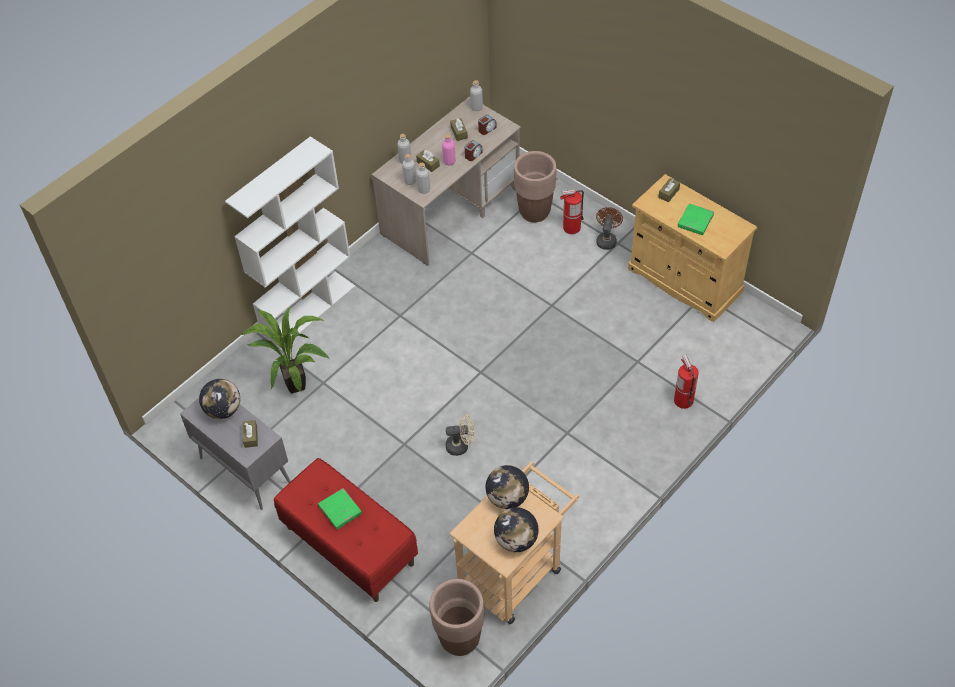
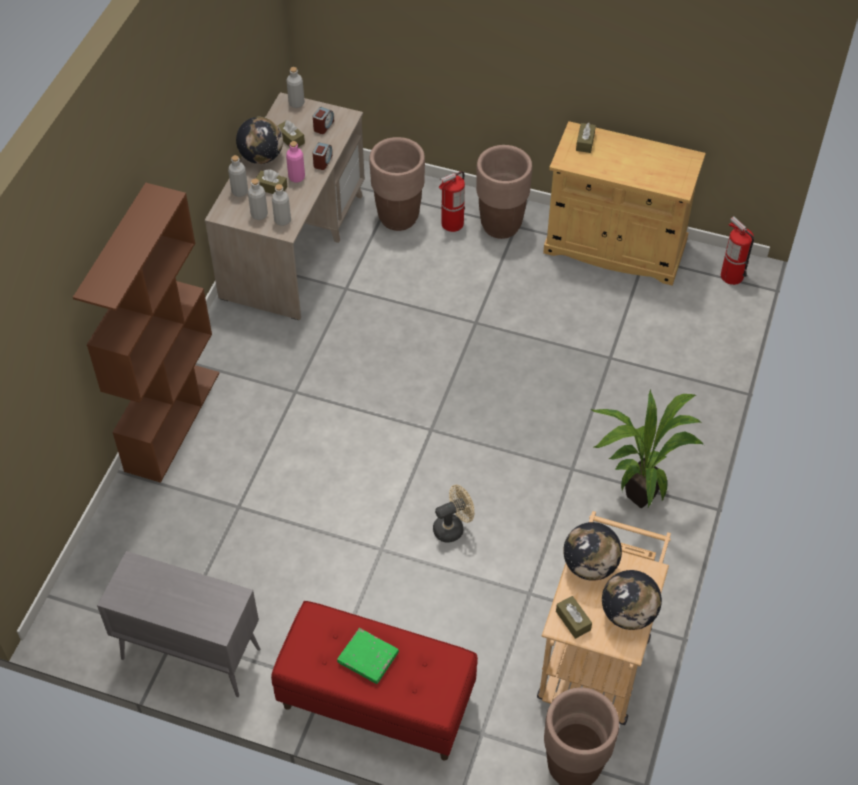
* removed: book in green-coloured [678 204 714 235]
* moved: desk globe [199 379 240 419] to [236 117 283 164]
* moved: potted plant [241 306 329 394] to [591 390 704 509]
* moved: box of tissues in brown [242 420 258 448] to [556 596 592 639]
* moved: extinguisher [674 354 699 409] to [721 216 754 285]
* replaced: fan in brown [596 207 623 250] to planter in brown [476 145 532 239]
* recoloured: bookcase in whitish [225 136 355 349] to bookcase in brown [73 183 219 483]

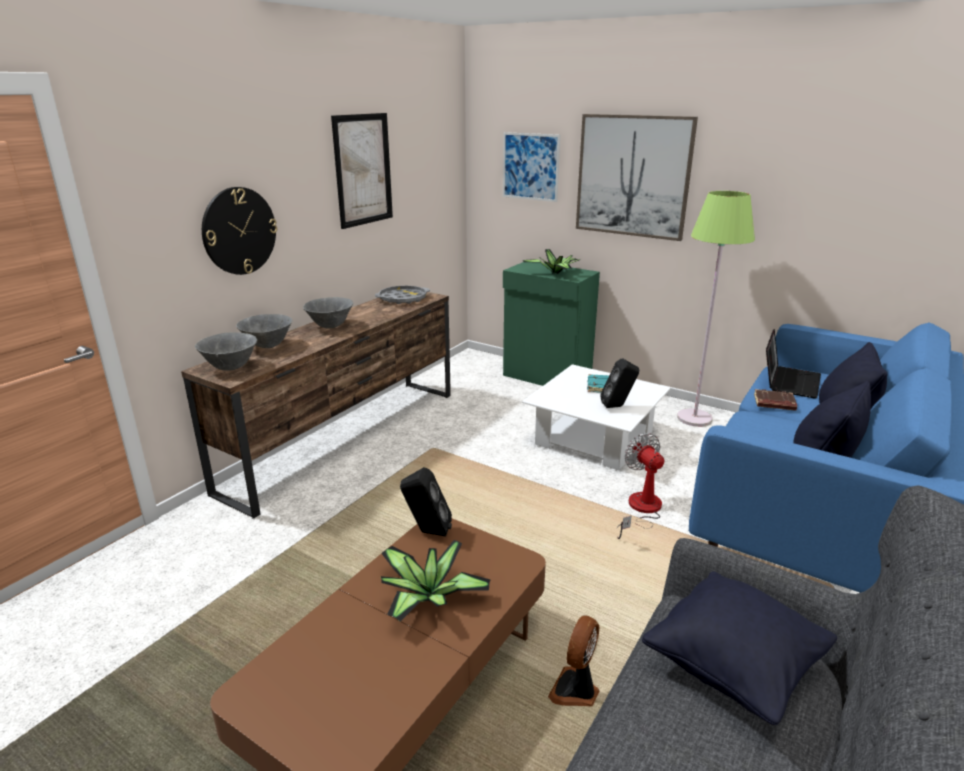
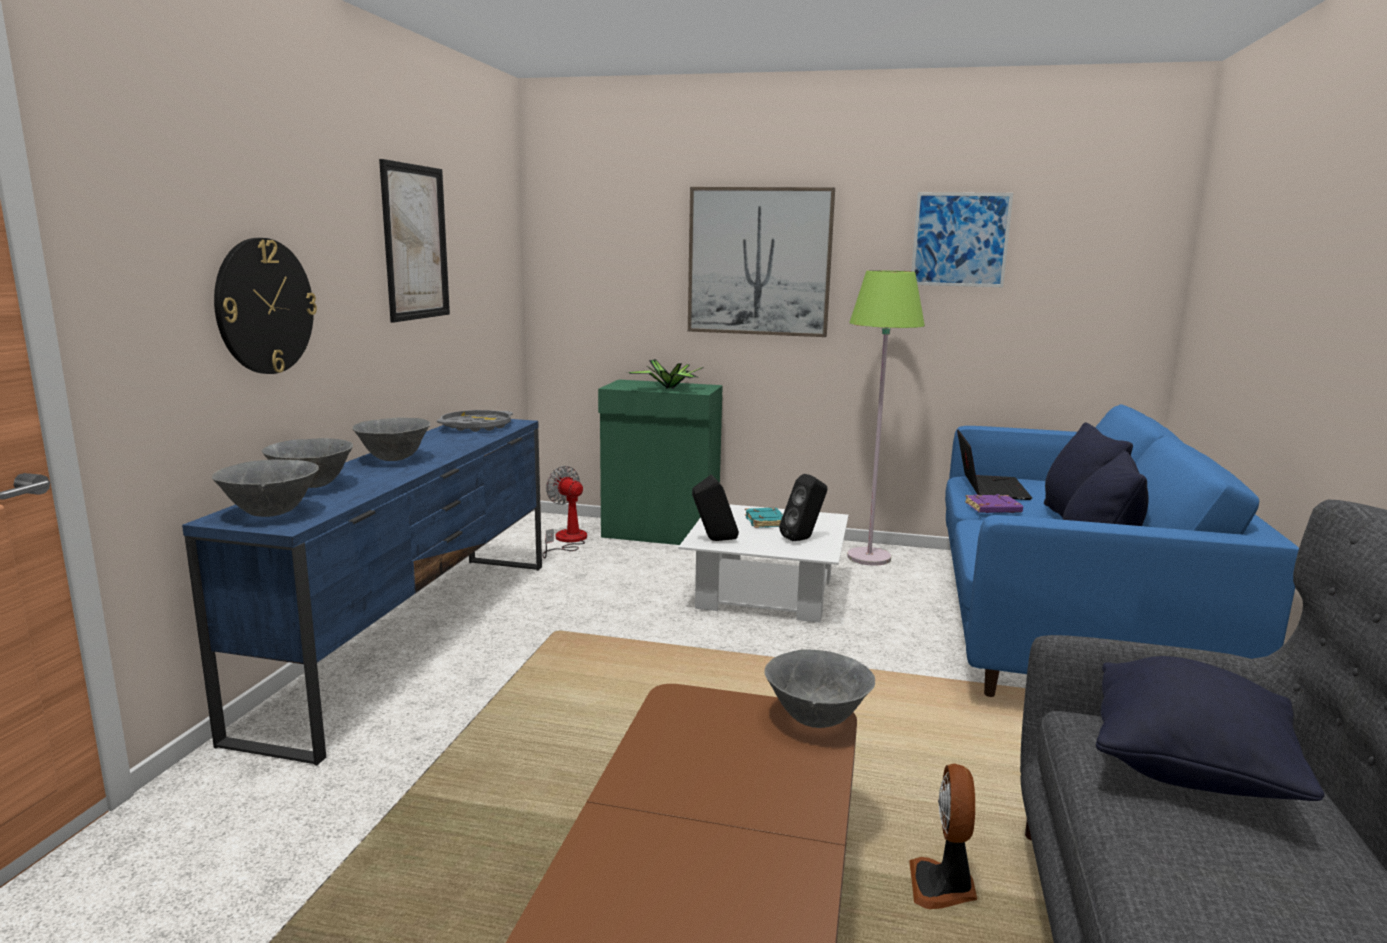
* removed: potted plant [381 540 490 621]
* added: bowl in gray [764 650 875 728]
* moved: speaker in black-coloured [400 467 452 537] to [692 475 739 541]
* moved: picture [503 132 560 202] to [912 192 1013 287]
* moved: fan [617 433 664 539] to [542 466 587 559]
* recoloured: tv stand in brown [181 292 451 519] to tv stand in blue-coloured [182 419 542 766]
* recoloured: book in brown [754 389 797 411] to book in purple-coloured [965 494 1023 513]

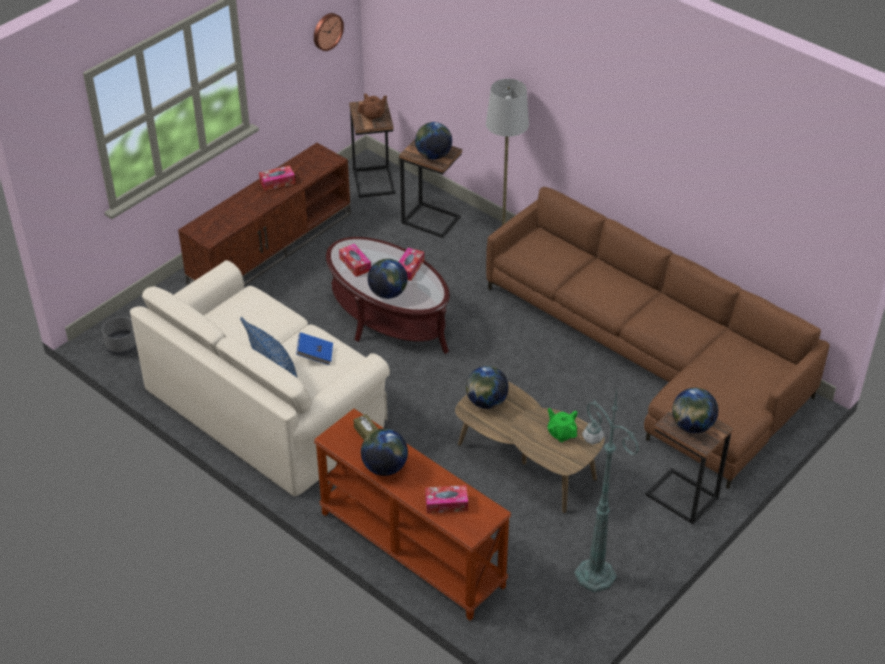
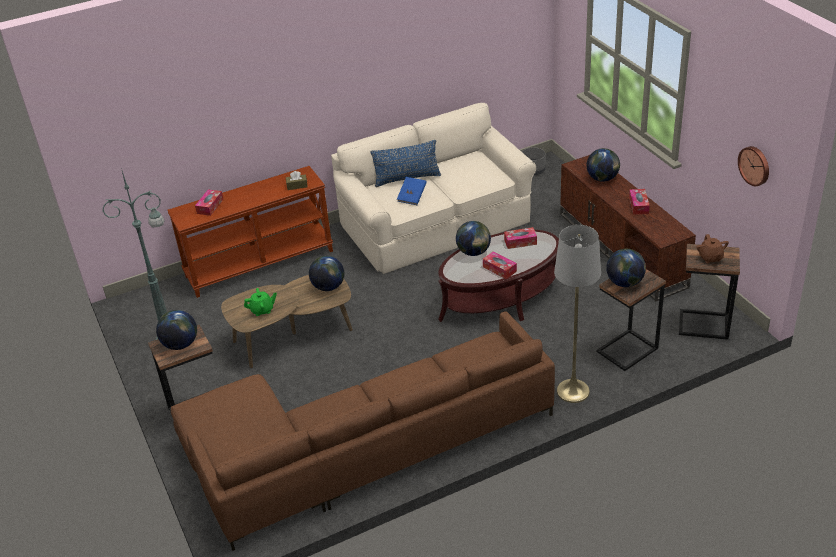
* moved: desk globe [361 429 408 476] to [587 148 620 182]

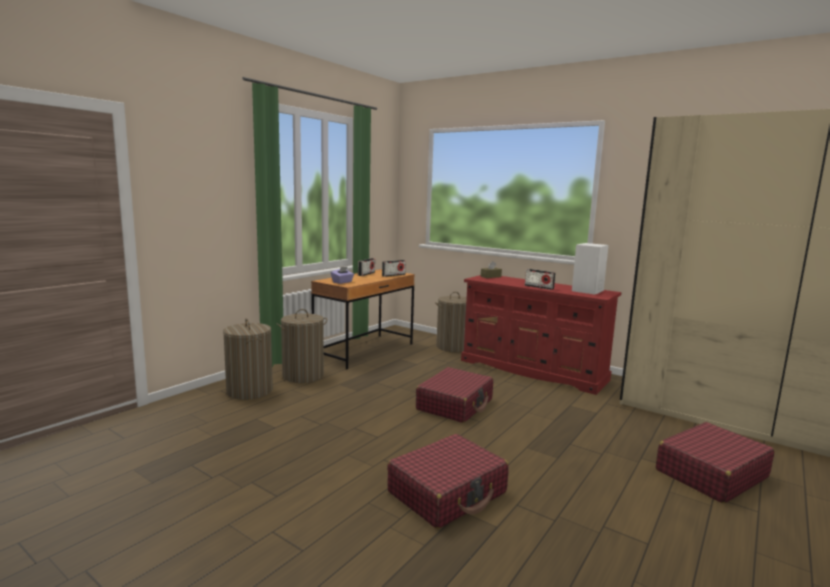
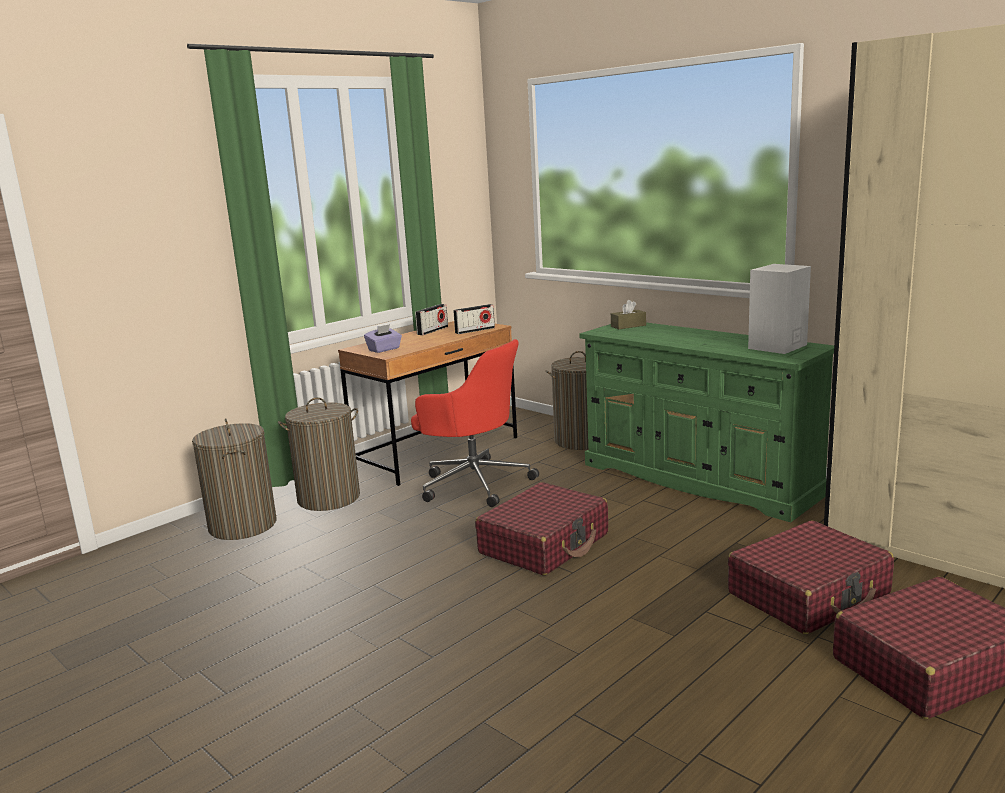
* removed: radio [525 269 555 290]
* added: office chair in reddish [411 339 539 507]
* moved: travel case in reddish [387 434 509 529] to [728 521 894 634]
* recoloured: drawer chest in reddish [461 275 621 395] to drawer chest in green-coloured [579 323 834 522]

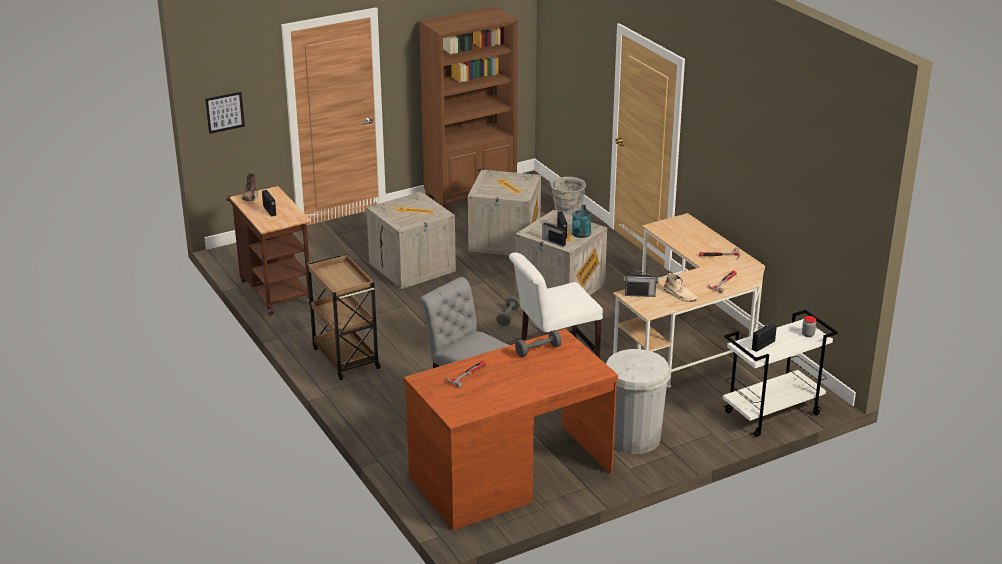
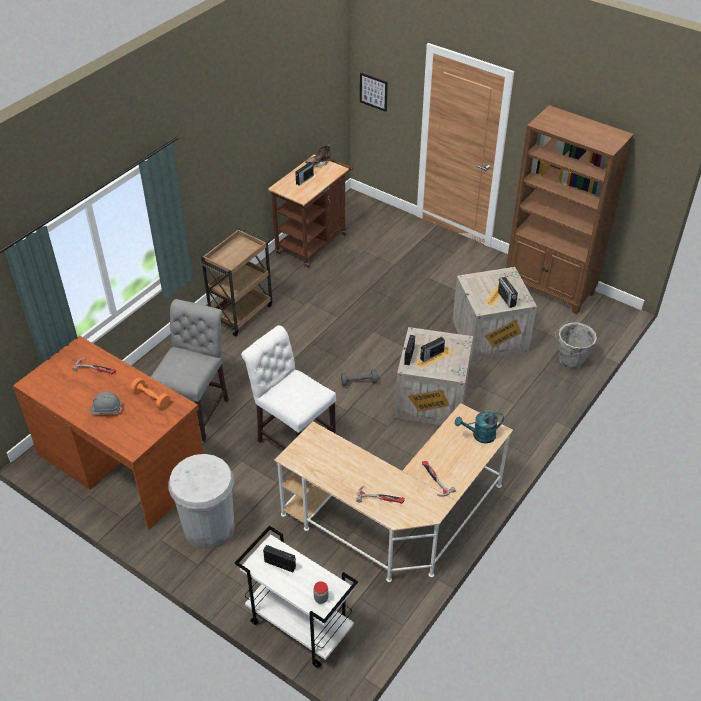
* removed: packing crate [366 192 456 289]
* removed: high-top boot in beige-coloured [664 273 697 302]
* added: work helmet in gray [90 391 123 415]
* moved: sprinkling can in blue-green [572 205 591 238] to [455 411 504 443]
* moved: radio [624 268 659 297] to [498 273 518 308]
* recoloured: dumbbell in gray [515 330 562 357] to dumbbell in orangey [131 378 170 409]

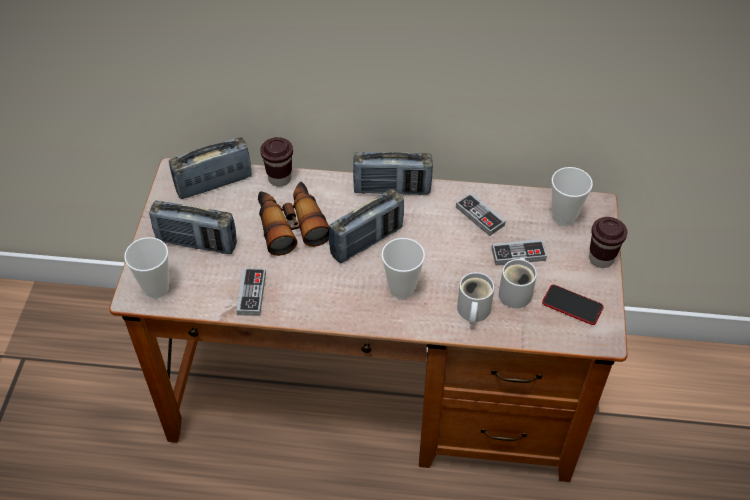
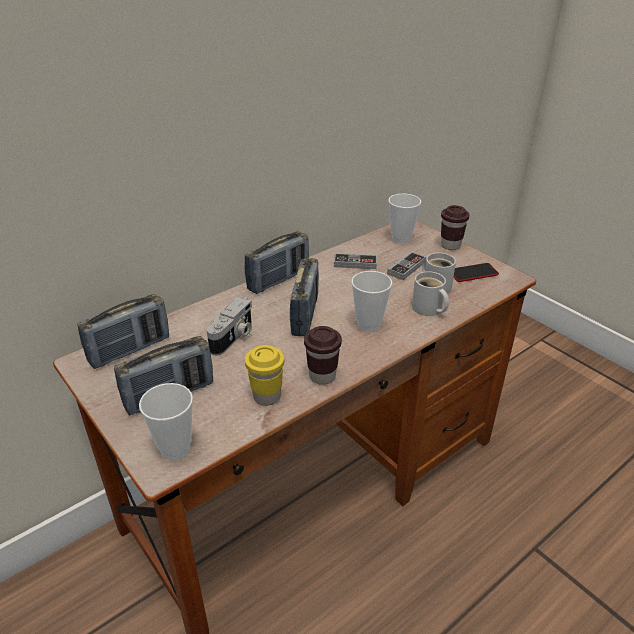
* moved: small cup in brown [260 137 293 186] to [304 326 342 385]
* replaced: game controller [236 268 266 316] to small cup in yellowish [245 345 284 406]
* replaced: pair of binoculars [258 182 329 256] to photo camera [207 296 252 356]
* turned: radio [169 137 252 199] = [77 294 169 369] 150 degrees counterclockwise

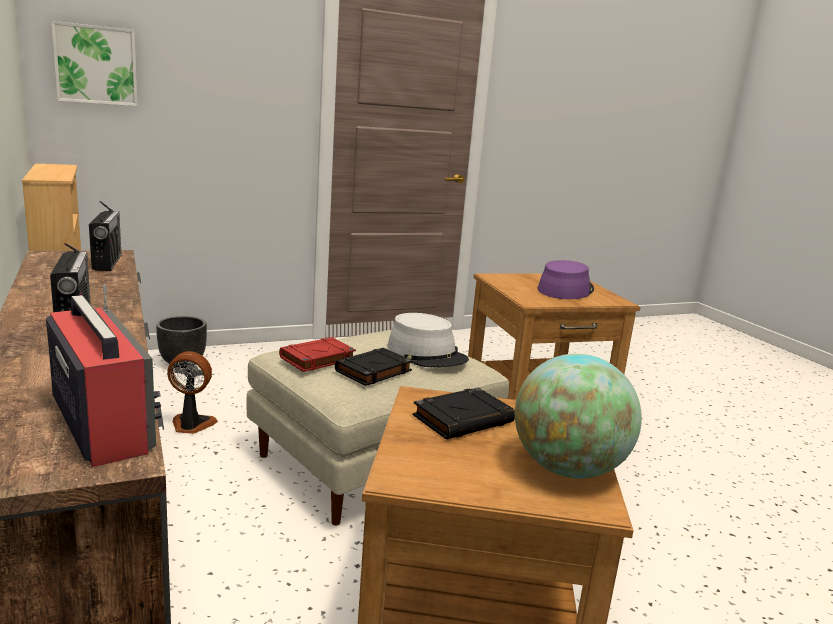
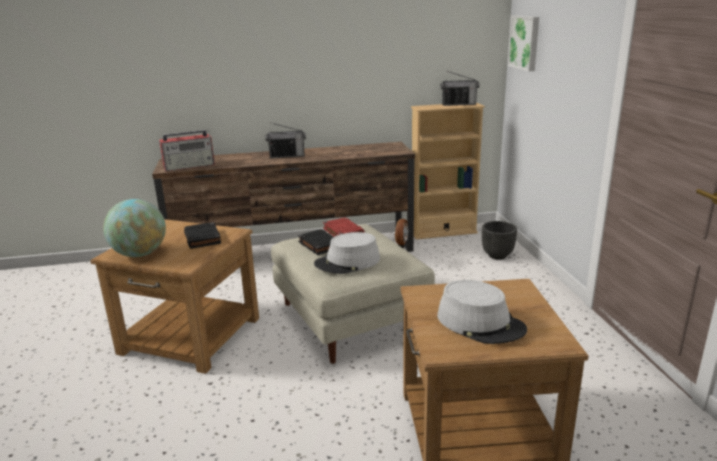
* moved: radio [89 201 122 271] to [440 71 480 106]
* recoloured: wearable hat in purple-coloured [538 260 594 299] to wearable hat in gray [437 280 527 344]

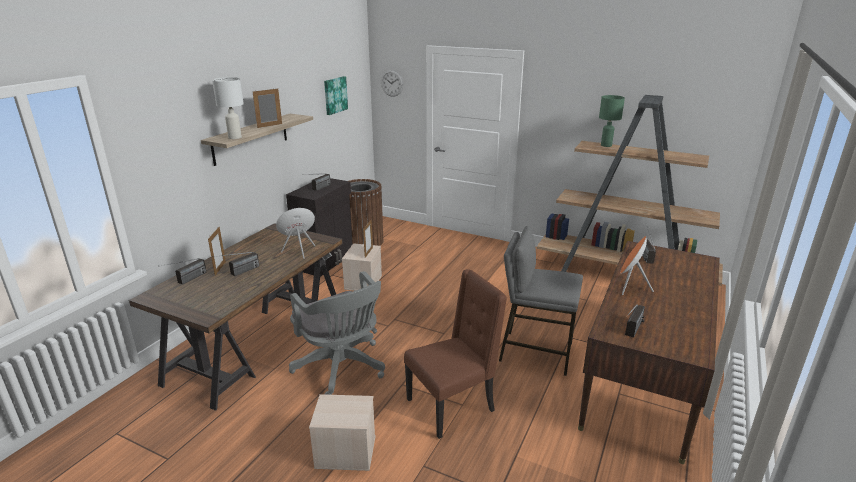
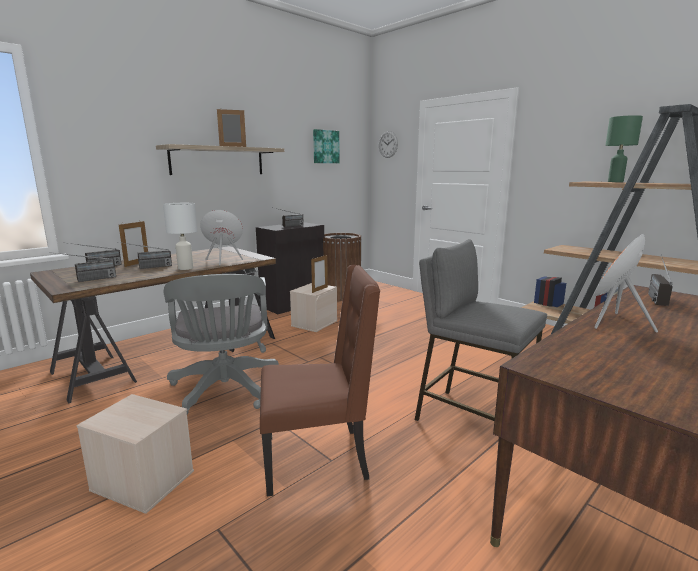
* moved: table lamp in whitish [212 77 244 139] to [163 203 197 270]
* moved: radio [625 304 645 338] to [50 252 116 282]

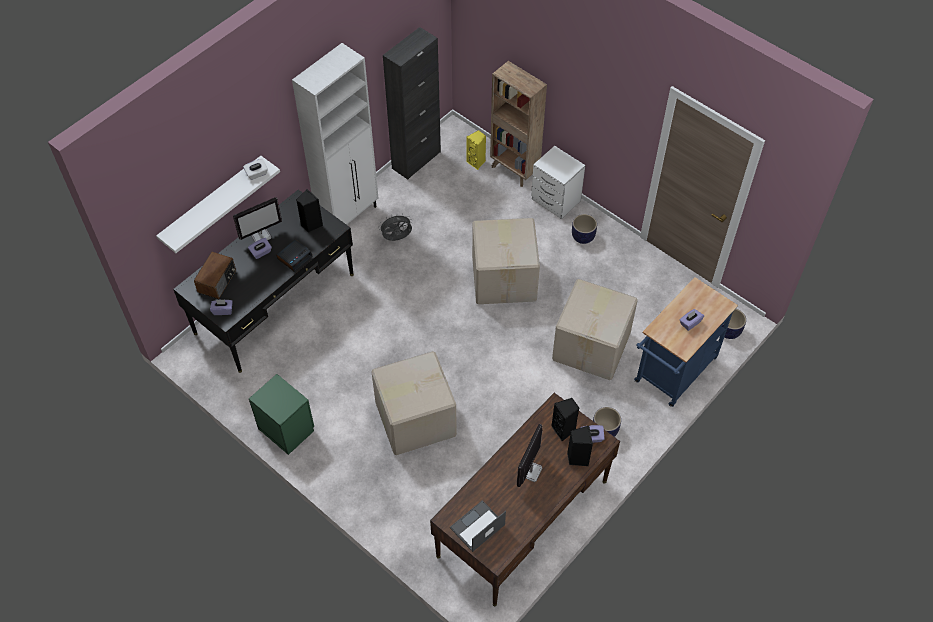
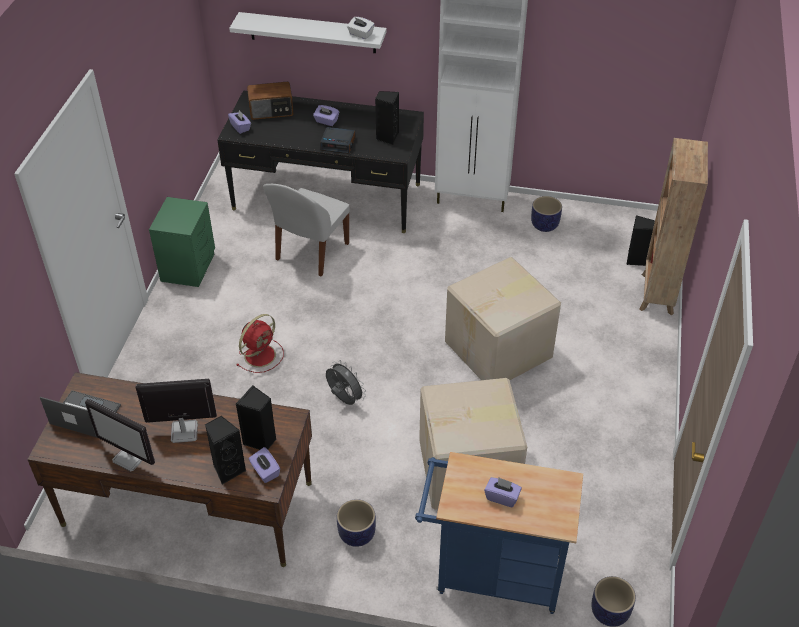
* removed: cabinet in black-coloured [383 27 441 179]
* removed: night table in whitish [531 146 585 219]
* added: upright chair in whitish [263 184 349 277]
* moved: monitor [233 197 282 242] to [85 399 155 472]
* moved: fan in gray [378 213 412 241] to [326 360 366 405]
* moved: planter [572 214 597 244] to [531 196 562 232]
* replaced: carton [371 351 457 455] to fan in reddish [236 314 284 373]
* recoloured: speaker in yellowish [466 130 486 170] to speaker in black-coloured [626 215 655 266]

